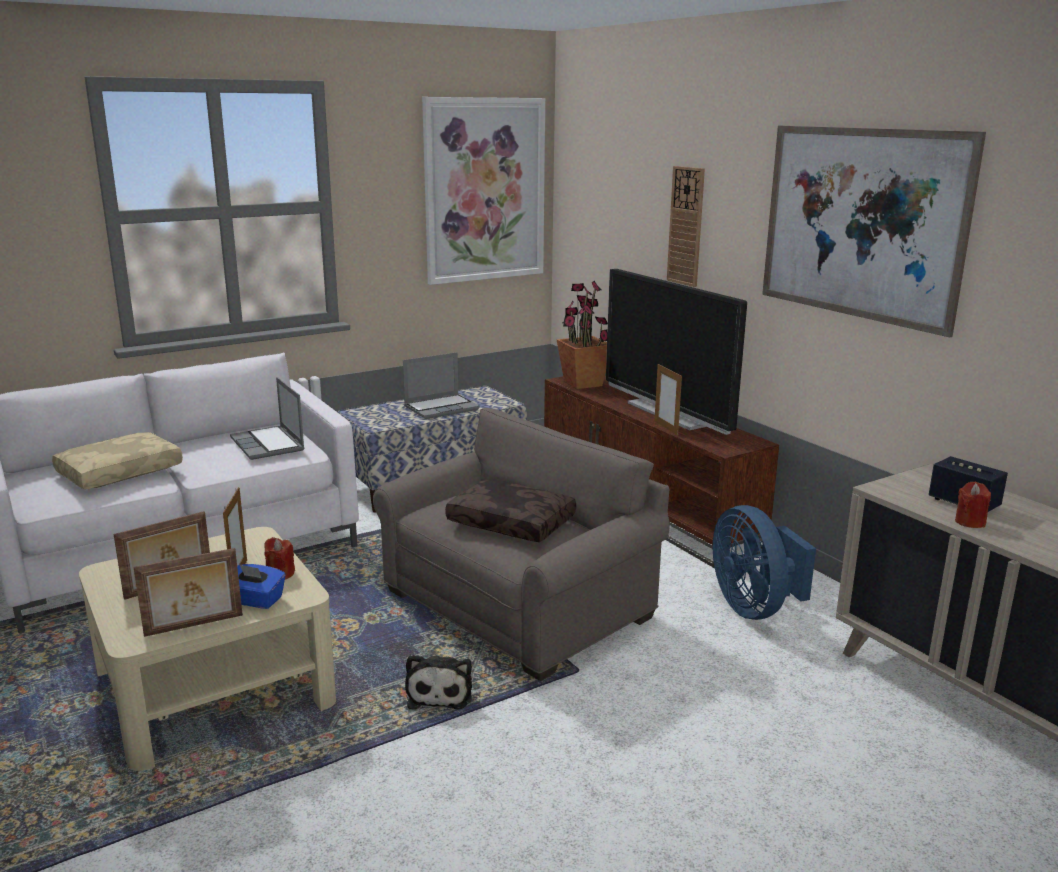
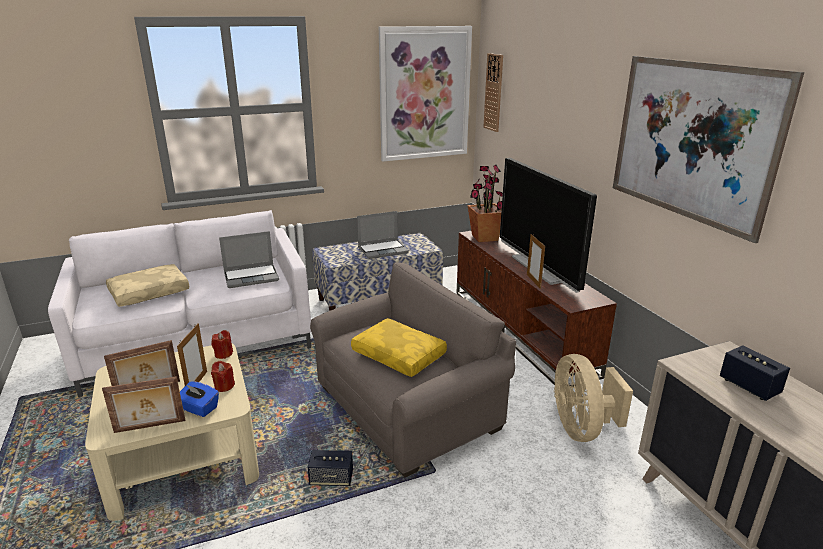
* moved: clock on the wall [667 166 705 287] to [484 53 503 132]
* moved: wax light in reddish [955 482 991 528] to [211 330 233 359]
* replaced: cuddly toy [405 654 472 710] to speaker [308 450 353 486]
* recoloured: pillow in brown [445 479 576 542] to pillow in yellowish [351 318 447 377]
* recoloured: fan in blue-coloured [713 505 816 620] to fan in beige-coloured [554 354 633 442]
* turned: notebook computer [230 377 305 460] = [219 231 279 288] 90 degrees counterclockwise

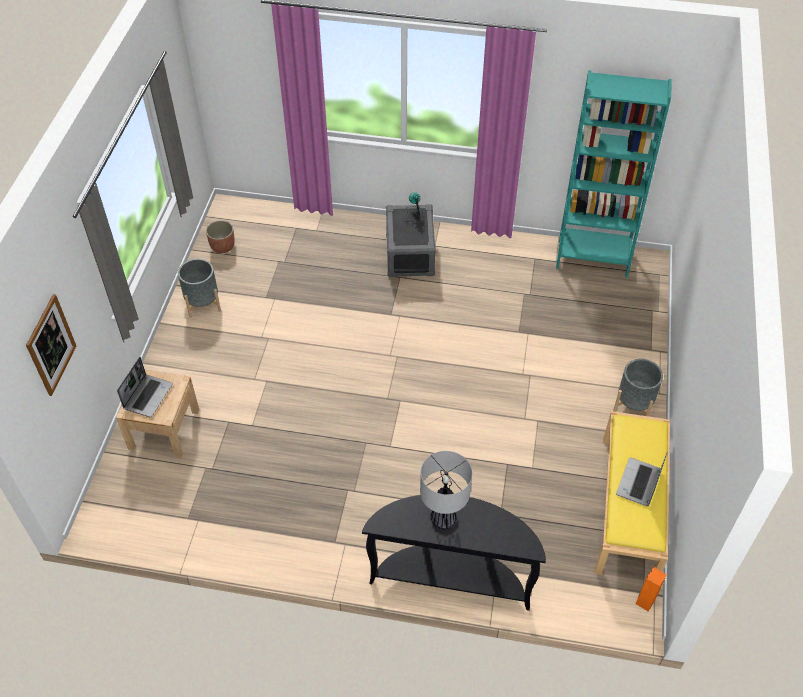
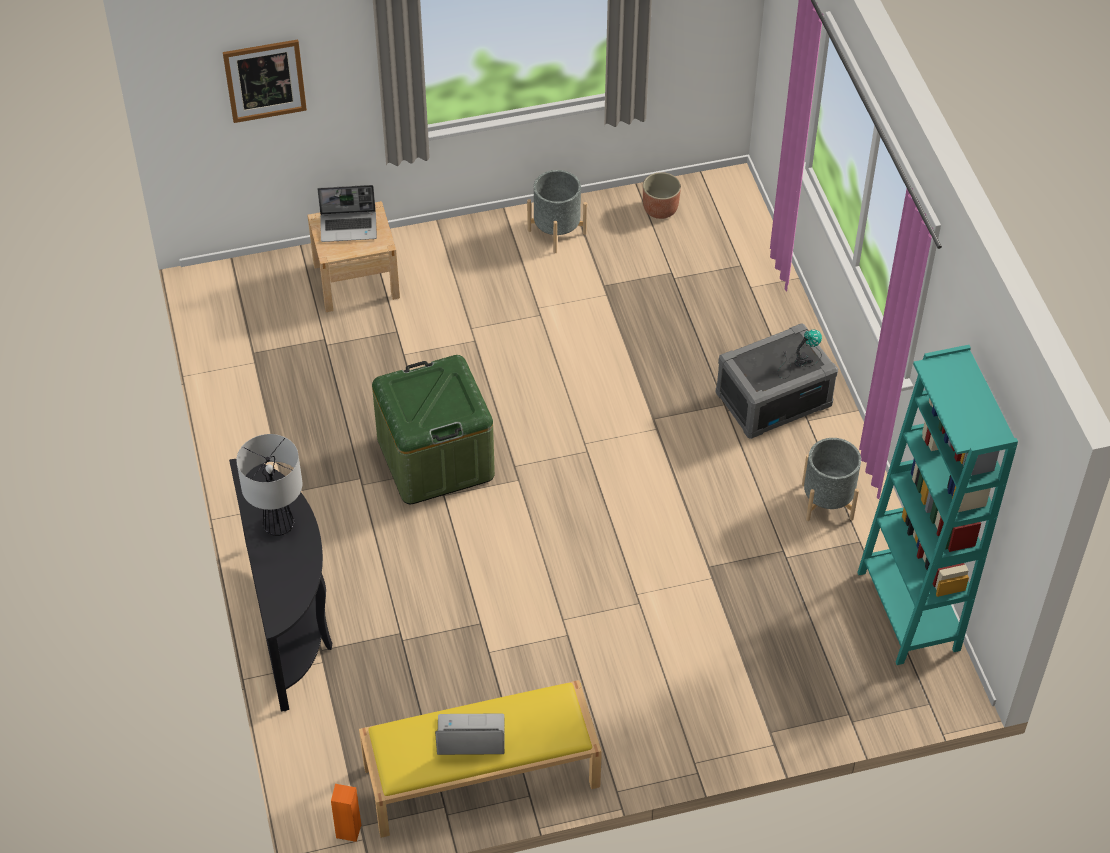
* added: storage container in green-coloured [372 355 495 504]
* moved: planter in gray [613 359 663 416] to [802 438 861 521]

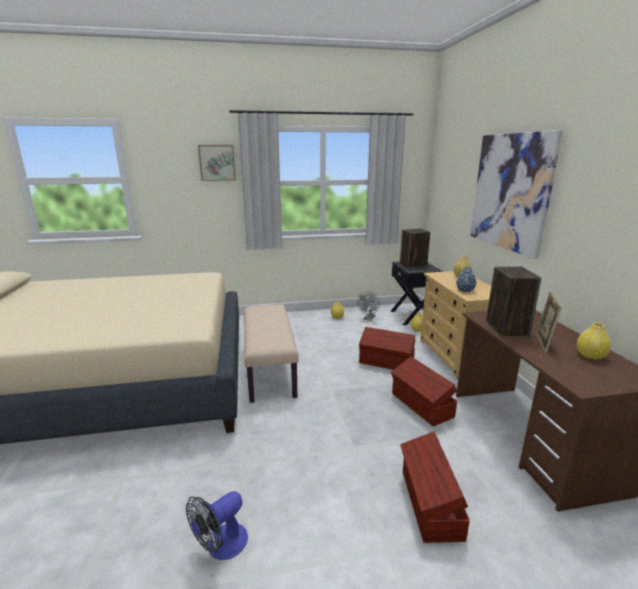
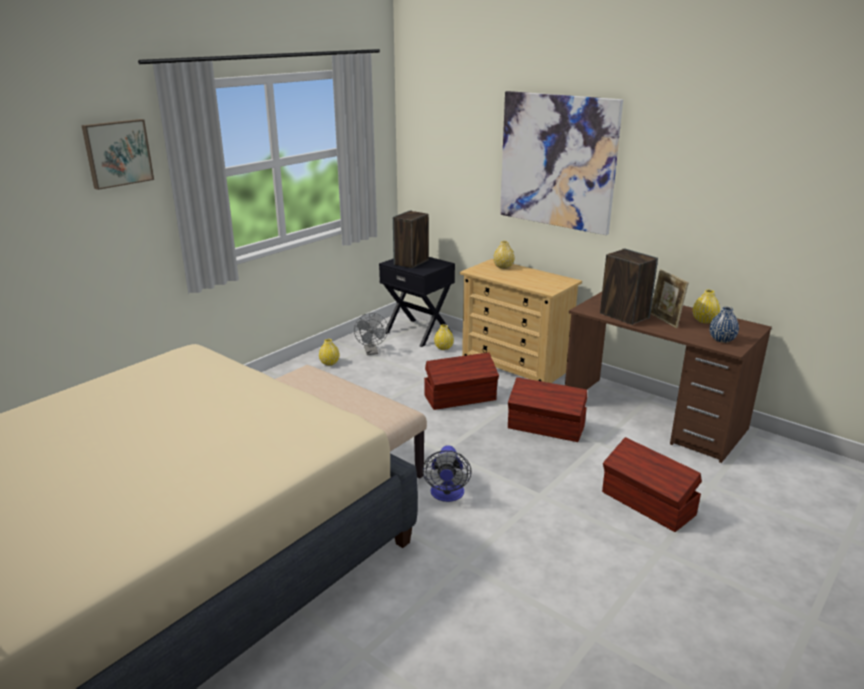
* moved: fan [186 491 248 560] to [422 445 472 502]
* moved: decorative vase in blue-coloured [456 267 476 292] to [709 307 739 343]

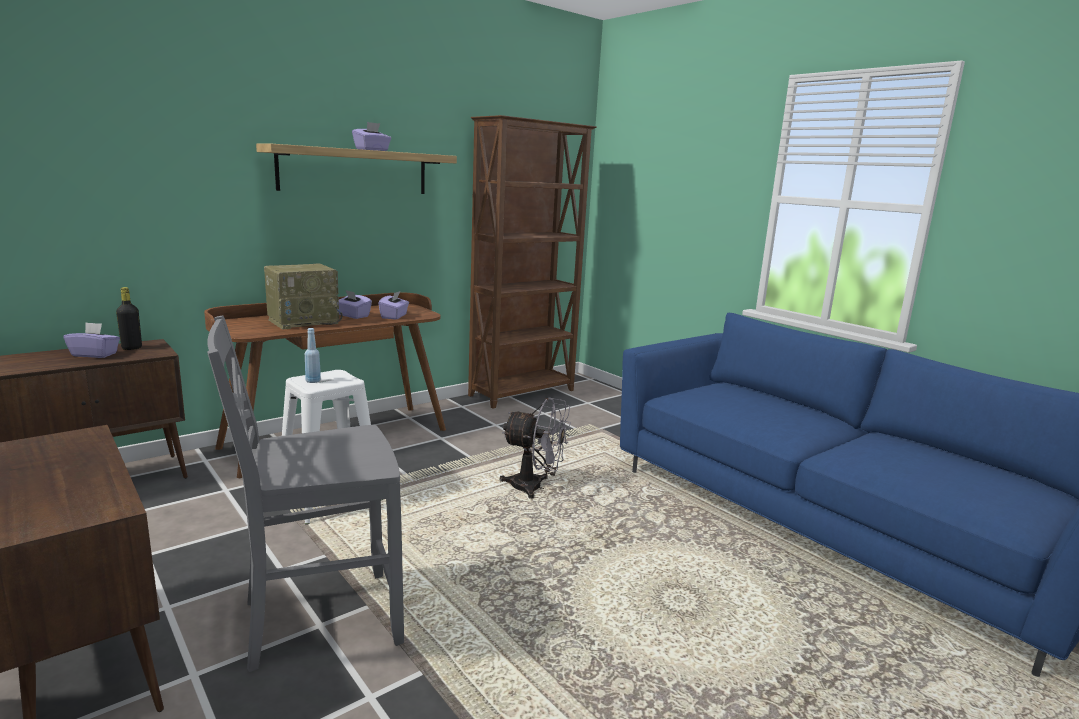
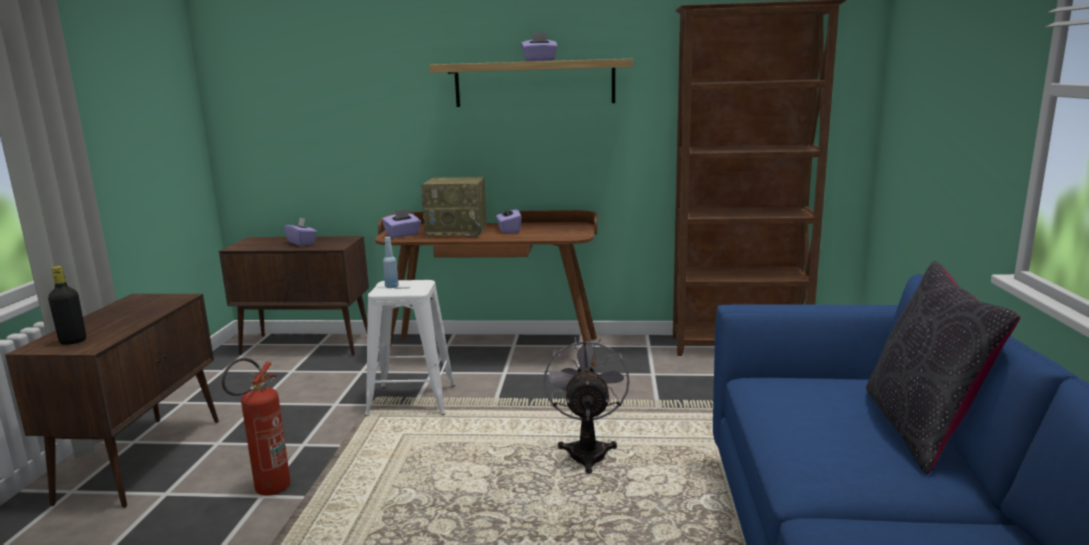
* added: pillow in black-coloured [866 261 1020 474]
* moved: bottle in black-coloured [116 287 142 350] to [48 266 86 345]
* moved: box of tissues in purple-coloured [378 291 409 320] to [382 209 421 238]
* replaced: upright chair in gray [207 316 404 672] to extinguisher [221 358 290 496]
* turned: fan in gray [500 397 571 499] = [544 337 629 474] 150 degrees counterclockwise

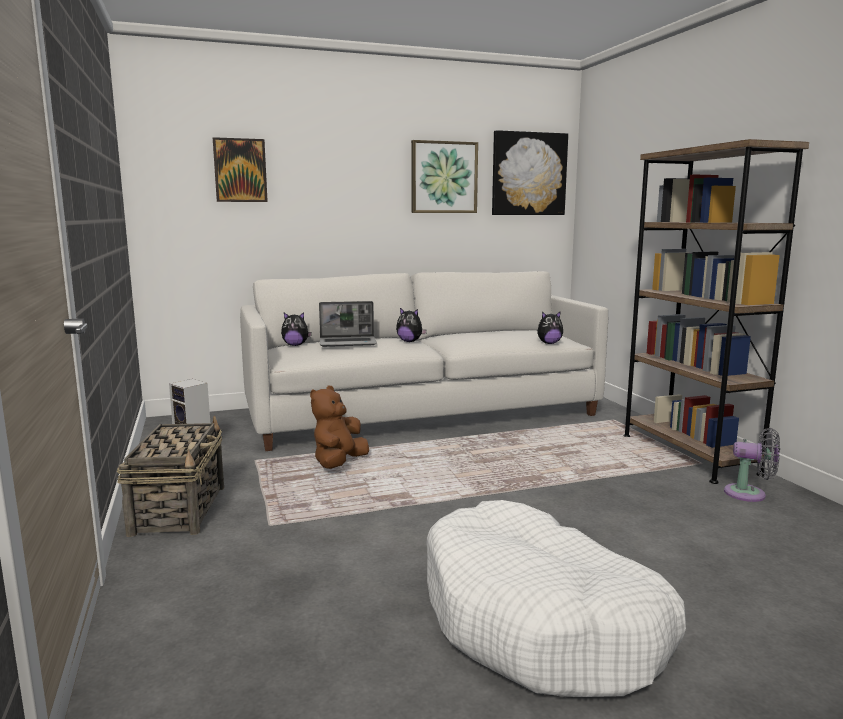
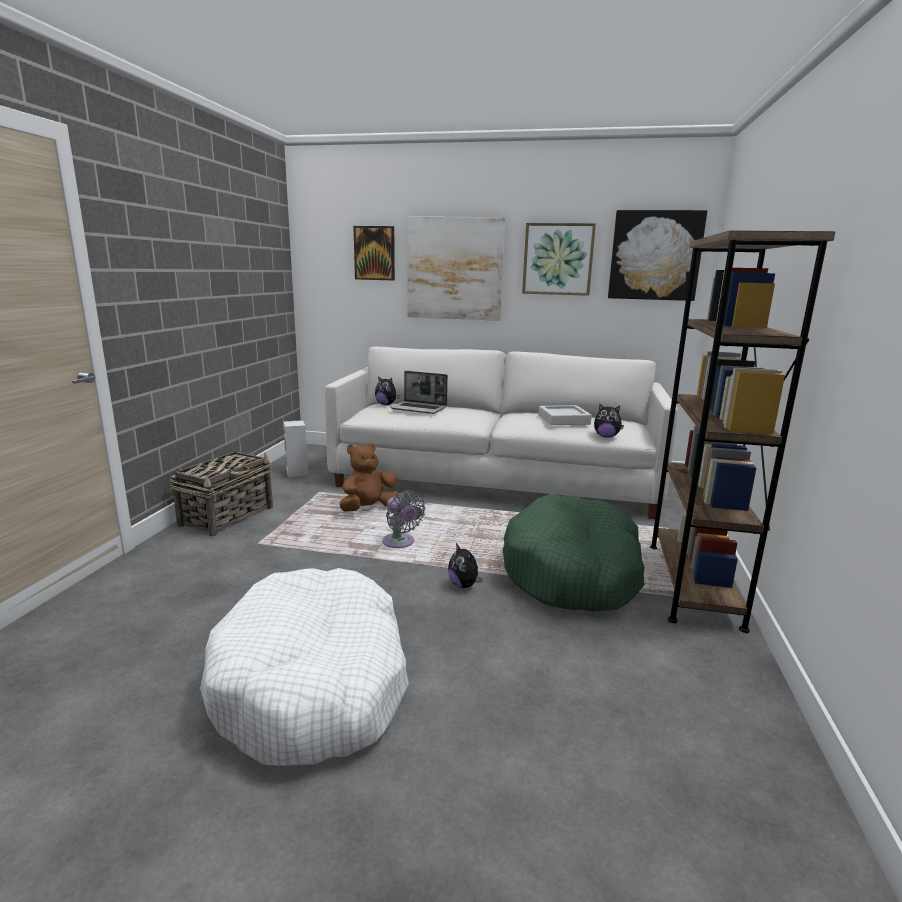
* added: picture [407 217 505 321]
* added: dog cushion in green-coloured [503 494 645 612]
* added: tray in gray [539 405 592 425]
* moved: cuddly toy [396 308 427 342] to [448 543 483 588]
* moved: fan in gray [724 428 780 502] to [382 490 426 548]

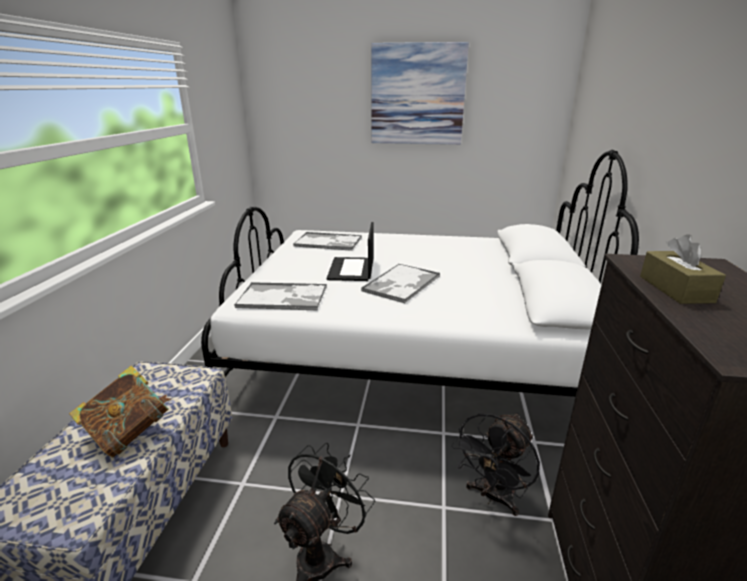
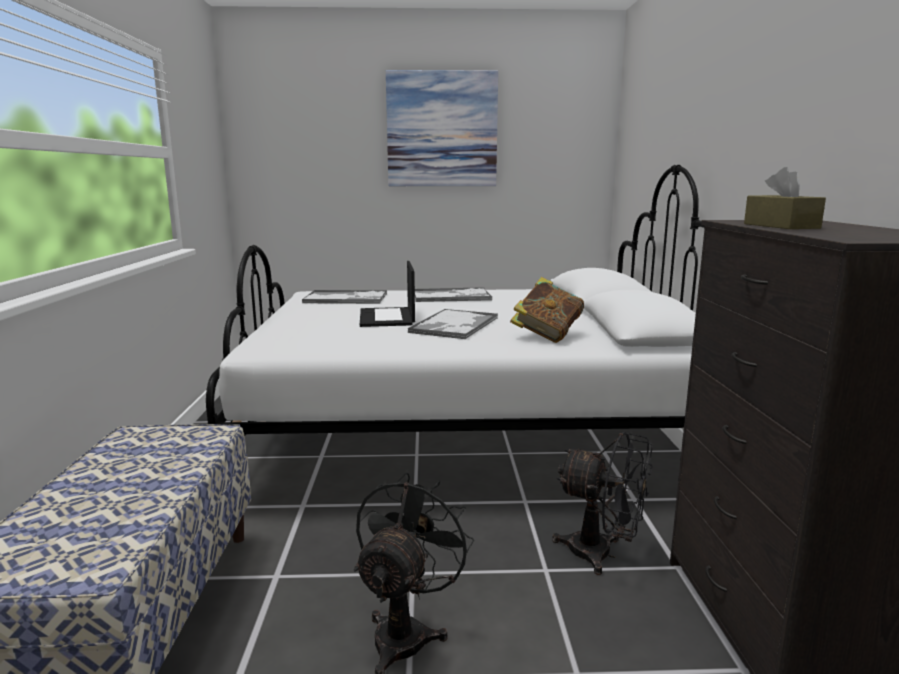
* moved: book [69 365 171 457] to [510 277 584 343]
* moved: tray [234 282 327 310] to [415 287 492 302]
* turned: fan in black-coloured [452 413 540 516] = [552 432 653 575] 90 degrees counterclockwise

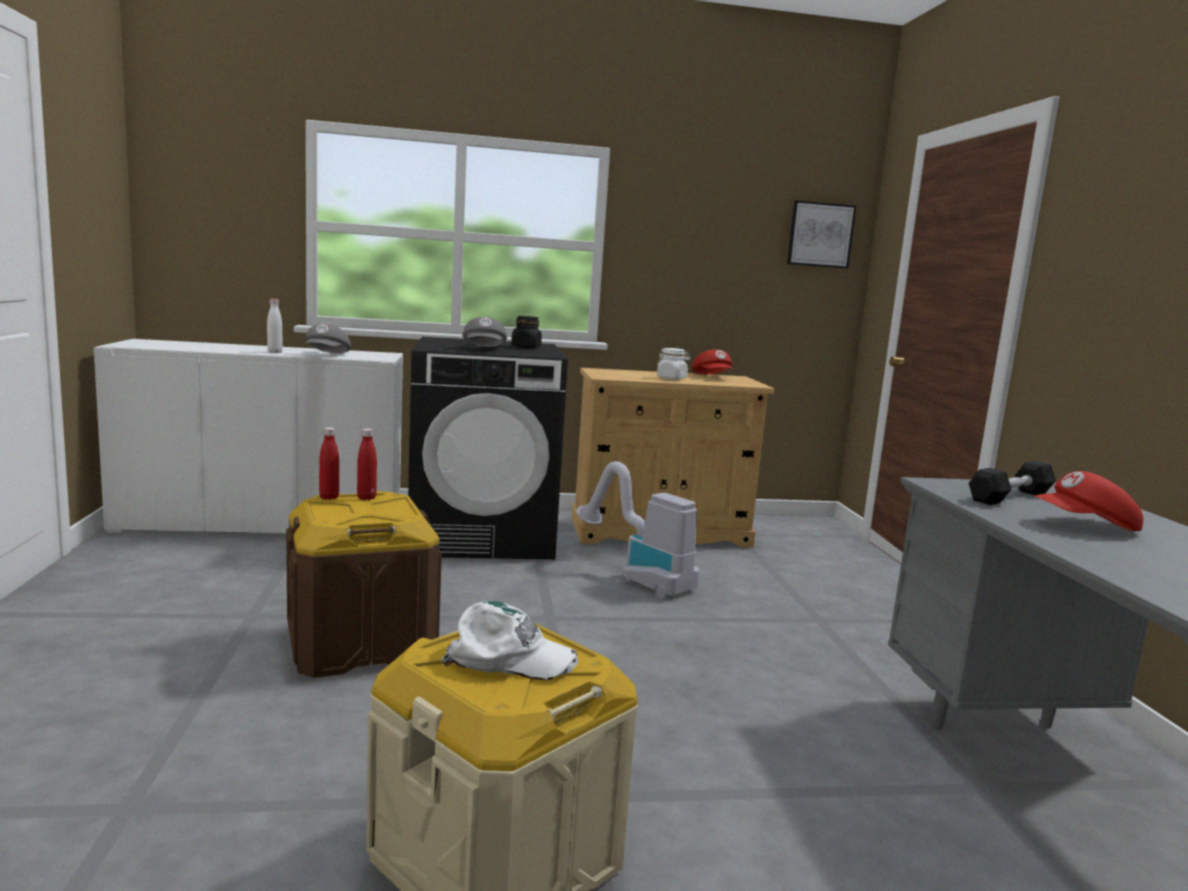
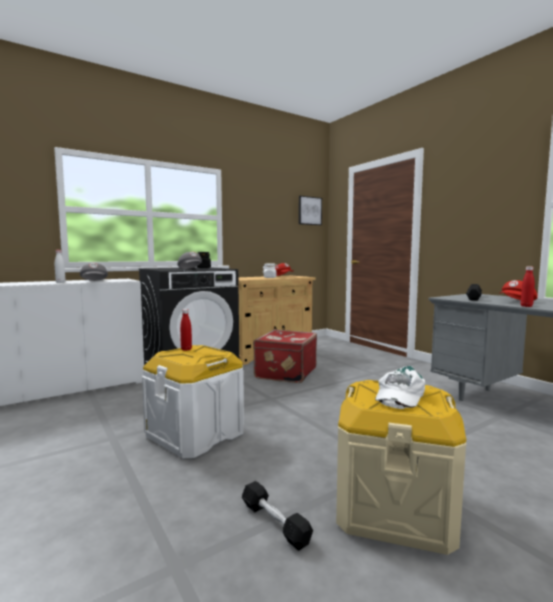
* added: dumbbell in black-coloured [242 481 313 551]
* moved: bottle in reddish [319 427 339 500] to [521 266 535 307]
* replaced: hoover [577 461 699 598] to travel case in reddish [253 330 317 383]
* recoloured: storage container in brown [286 491 442 678] to storage container in whitish [142 345 244 458]
* turned: baseball cap in whitish [441 601 579 680] = [375 366 425 409] 135 degrees clockwise

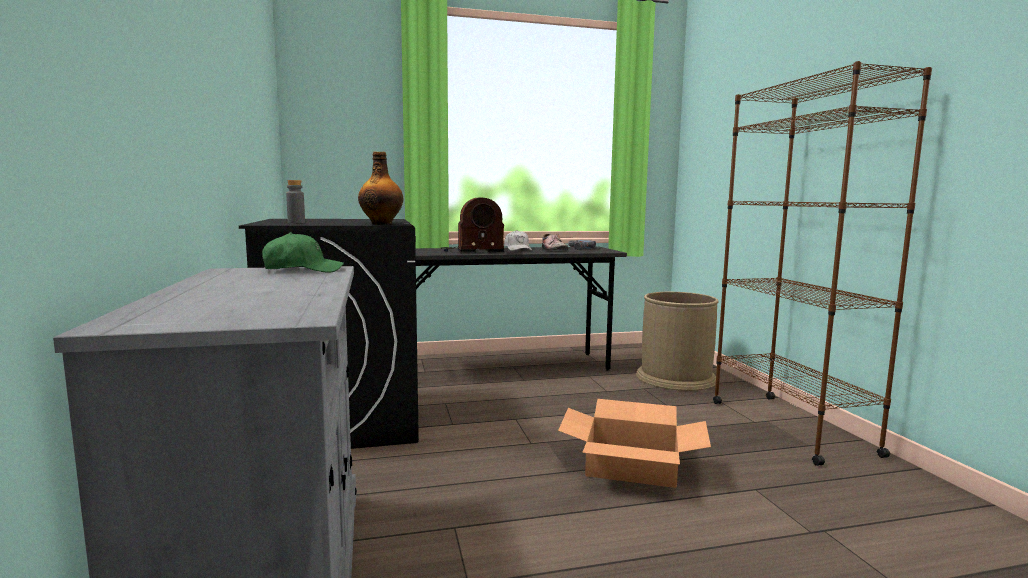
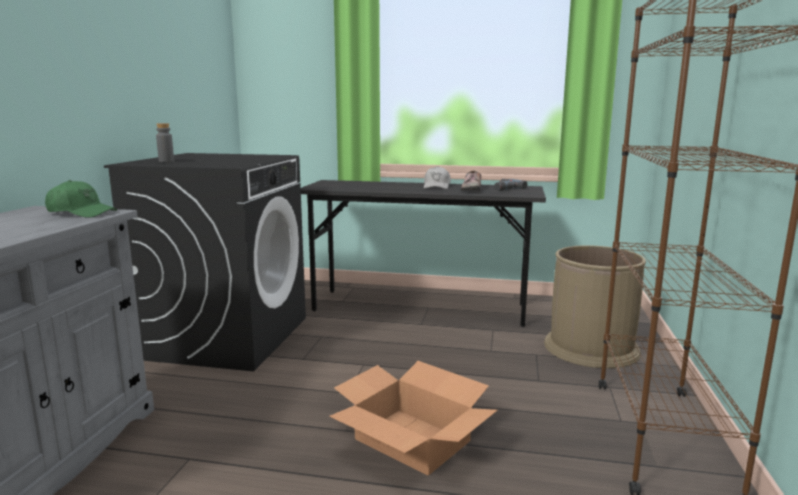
* removed: bottle [358 152 403 225]
* removed: radio [440 198 504 252]

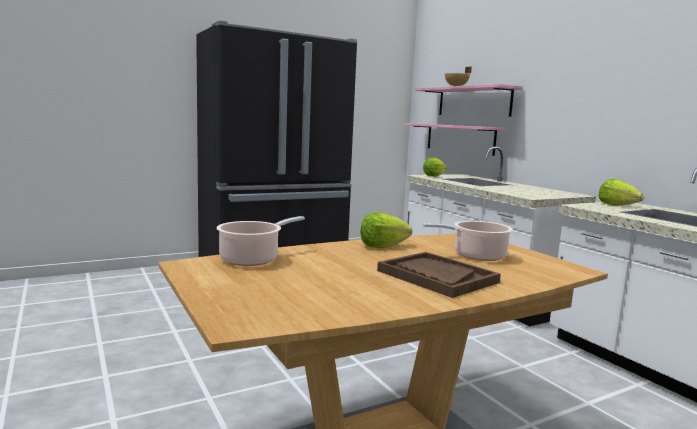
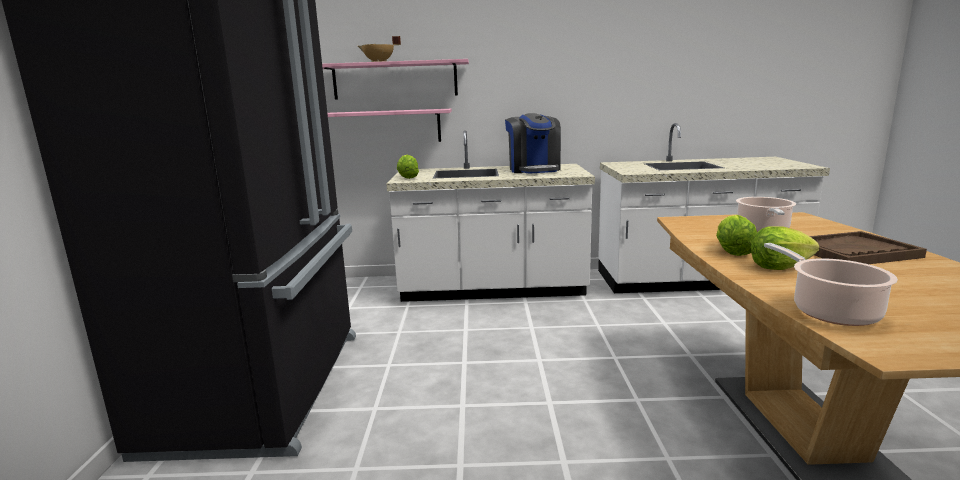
* added: coffee brewer [505 113 561 173]
* moved: lettuce [598 179 644 206] to [751 226 820 270]

